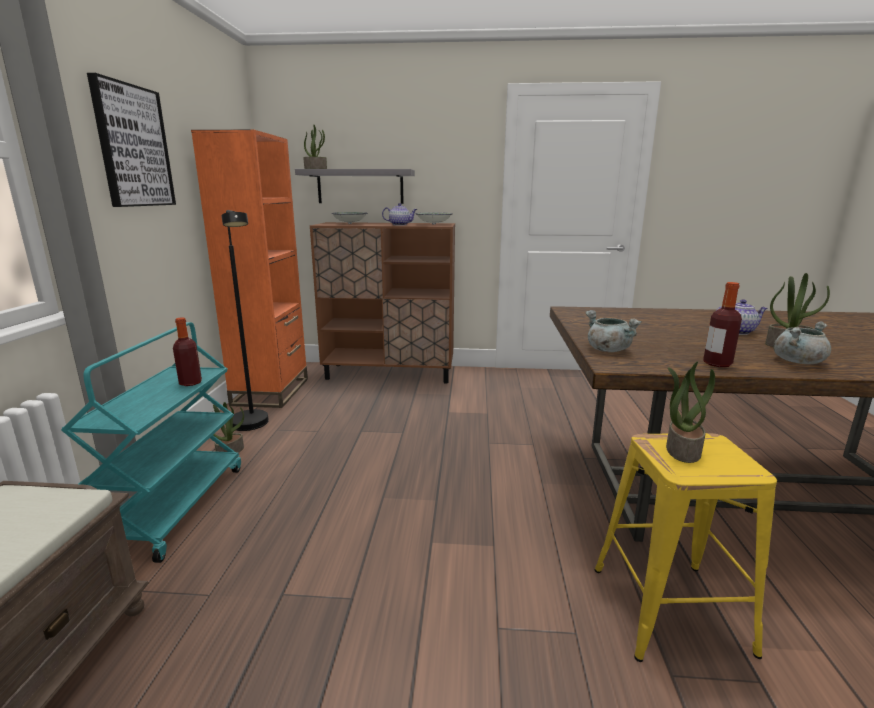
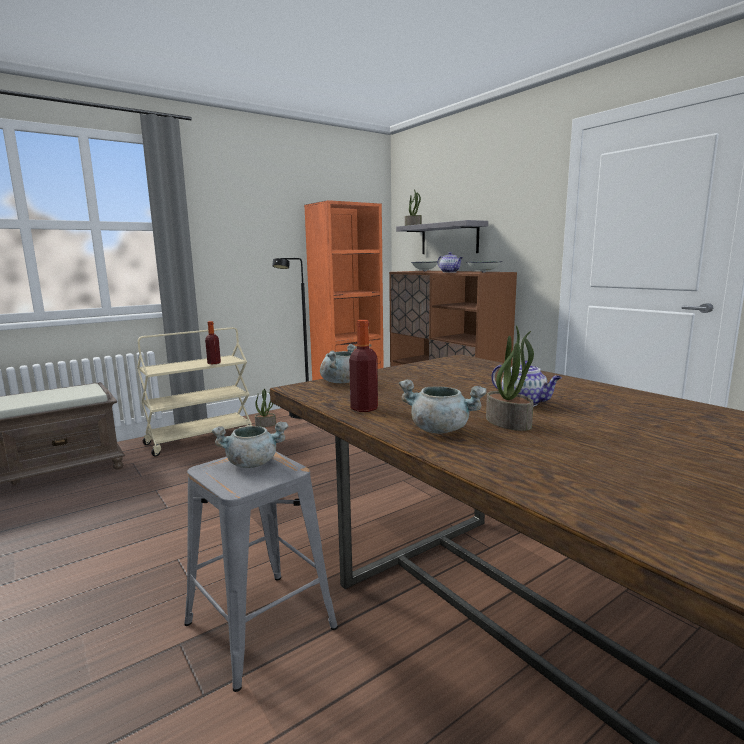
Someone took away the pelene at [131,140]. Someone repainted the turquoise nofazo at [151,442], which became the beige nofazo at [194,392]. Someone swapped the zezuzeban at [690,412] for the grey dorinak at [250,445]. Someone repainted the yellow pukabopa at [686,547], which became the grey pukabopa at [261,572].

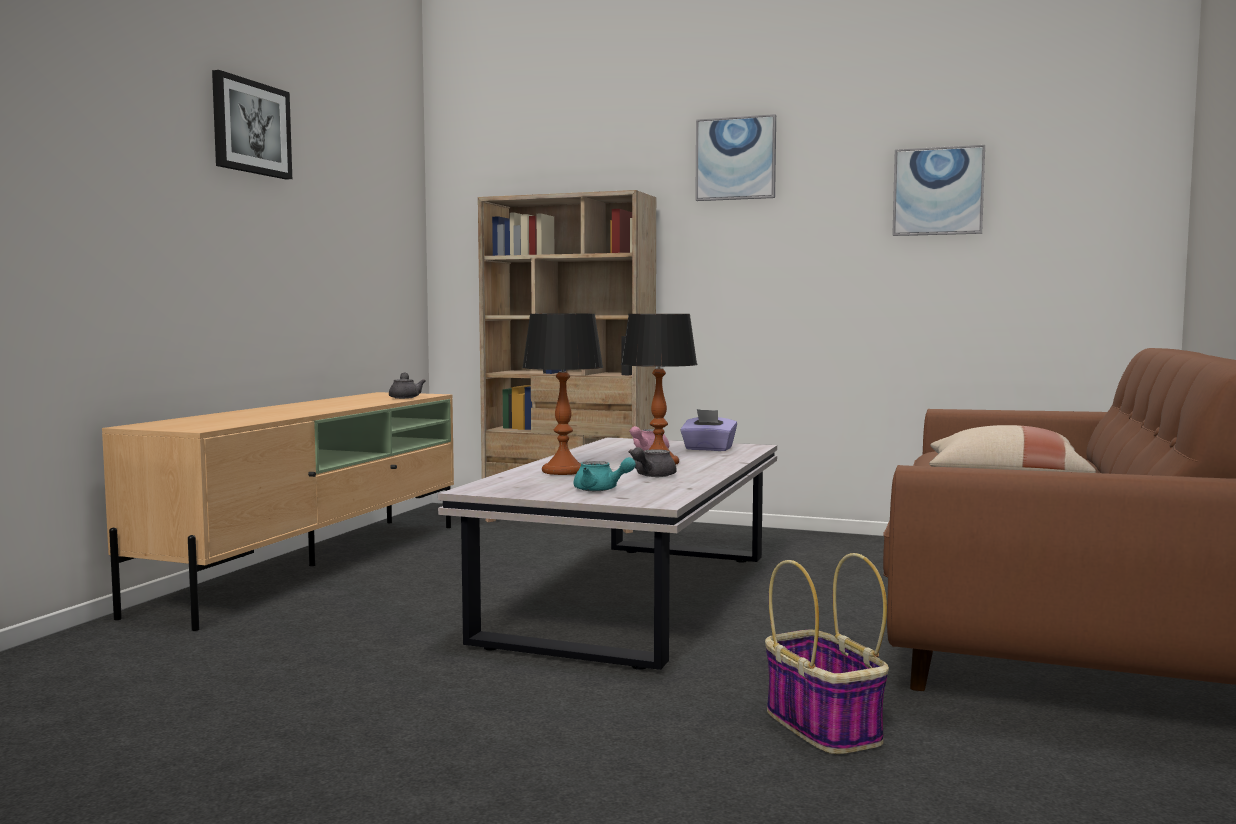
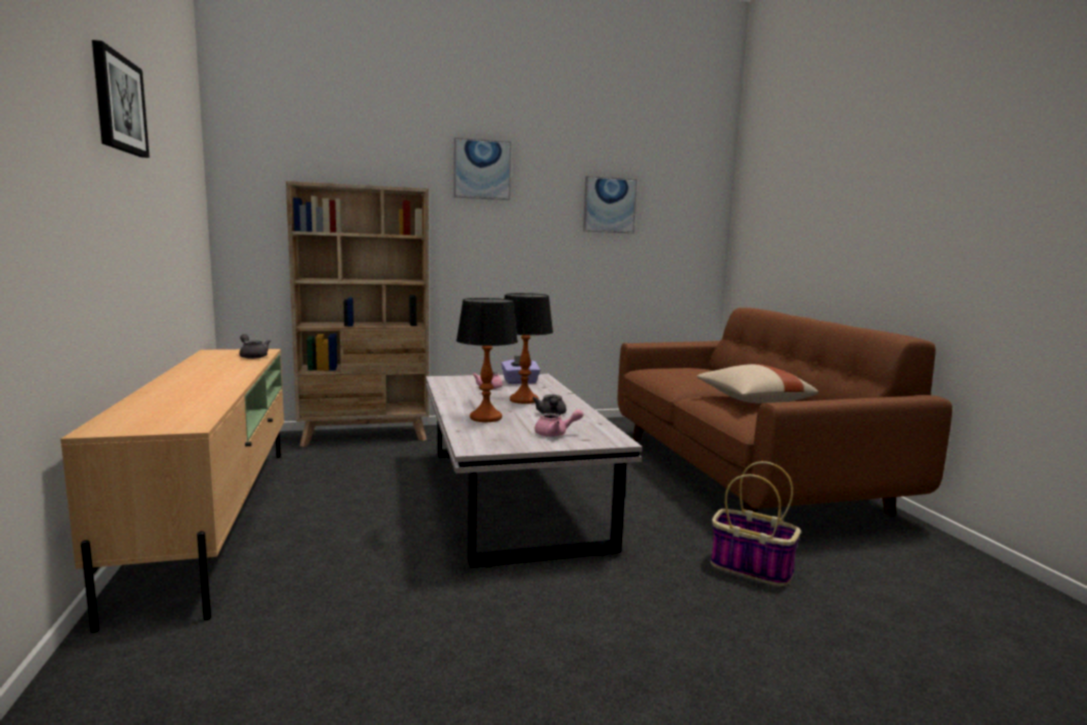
Someone repainted the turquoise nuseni at [604,474], which became the pink nuseni at [559,423].

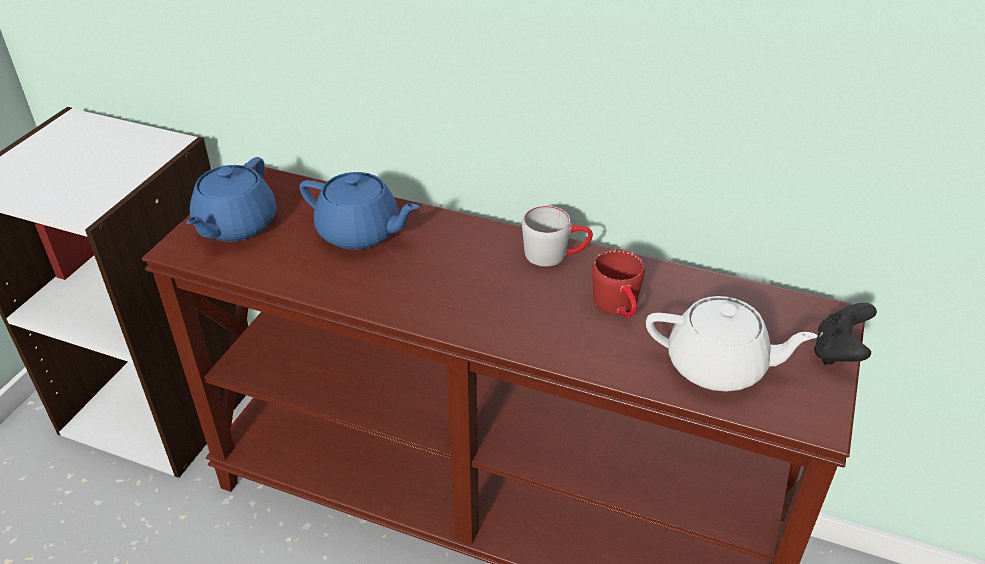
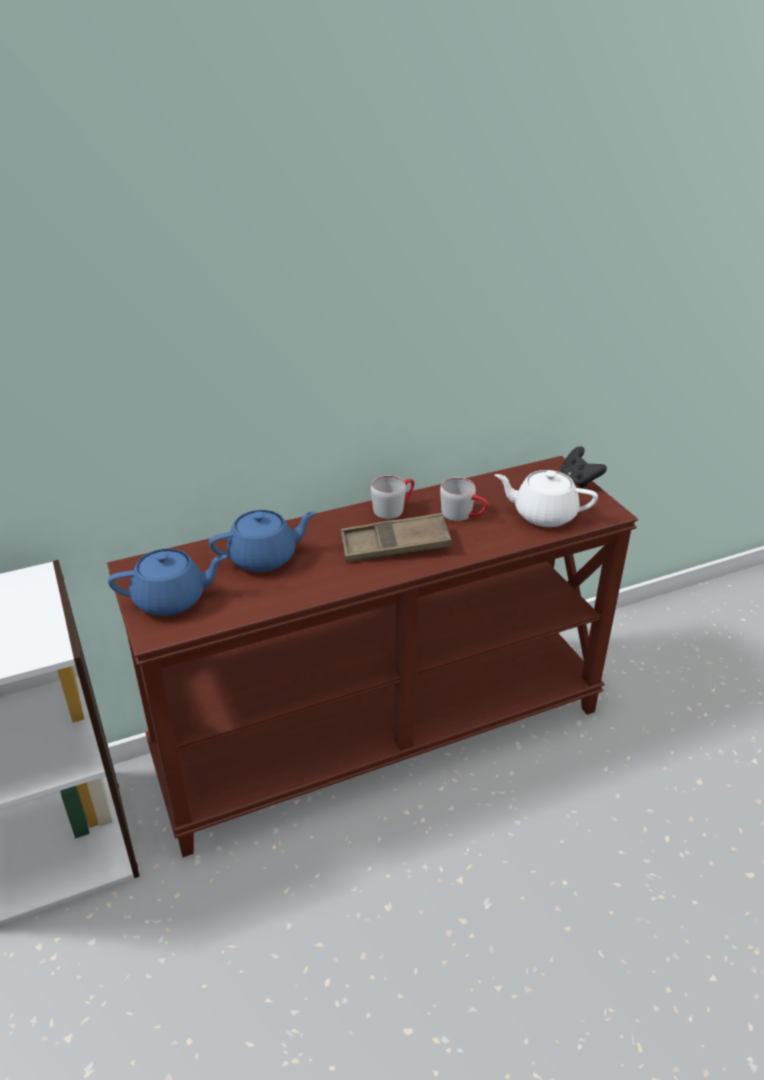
Someone rotated the blue nuseni at [231,199] by 75 degrees counterclockwise. Someone repainted the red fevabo at [618,283], which became the grey fevabo at [464,499]. Someone rotated the white nuseni at [732,344] by 135 degrees counterclockwise. Someone put down the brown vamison at [396,537].

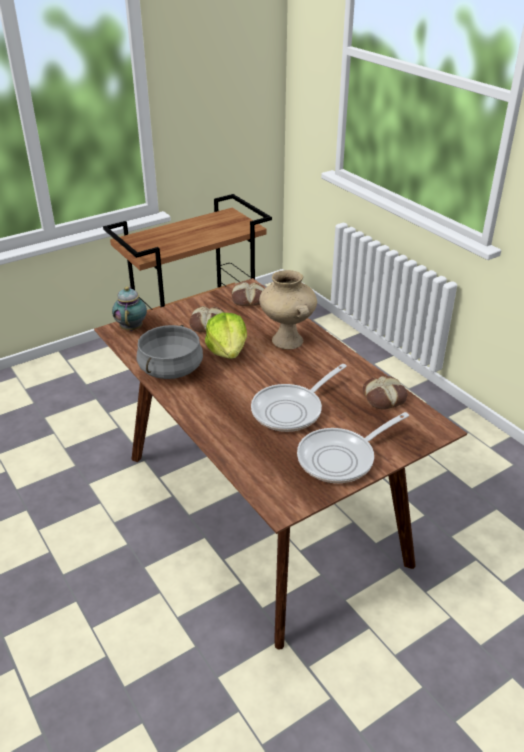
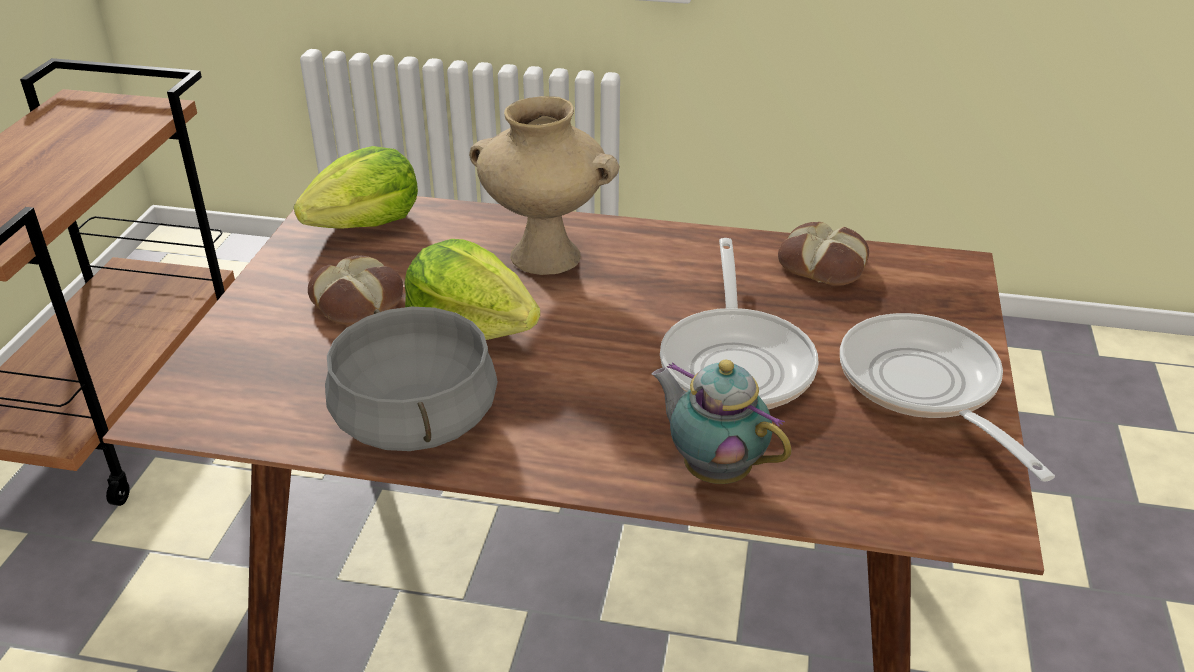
Someone swapped the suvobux at [248,294] for the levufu at [356,187]. Someone carried the nuseni from [129,308] to [721,422]. Someone rotated the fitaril at [353,447] by 150 degrees clockwise.

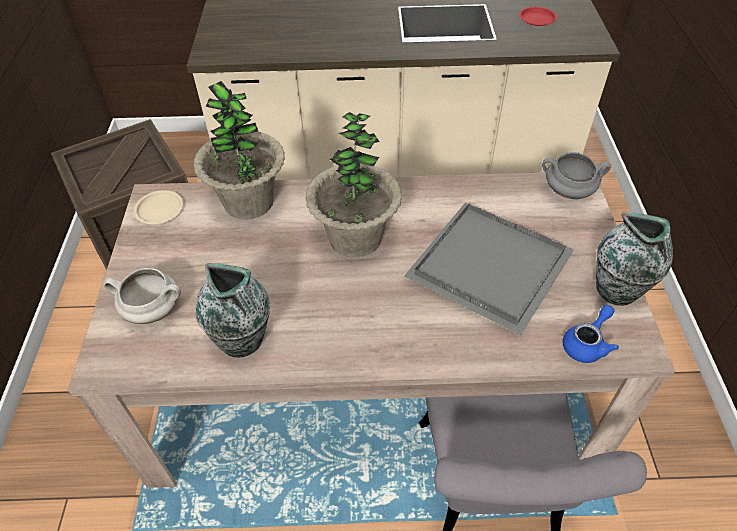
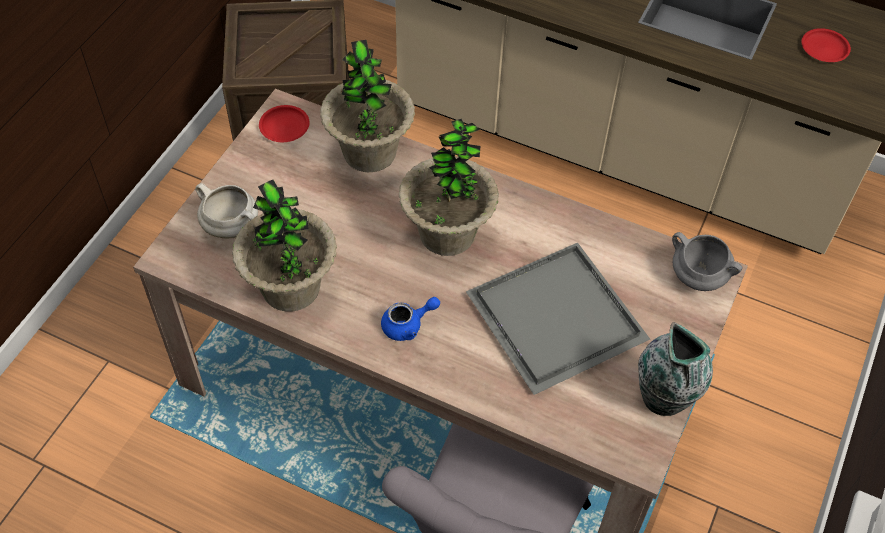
Someone repainted the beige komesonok at [158,207], which became the red komesonok at [284,123]. Someone swapped the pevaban at [233,310] for the zezuzeban at [284,246]. Someone carried the blue nuseni from [590,334] to [410,319].

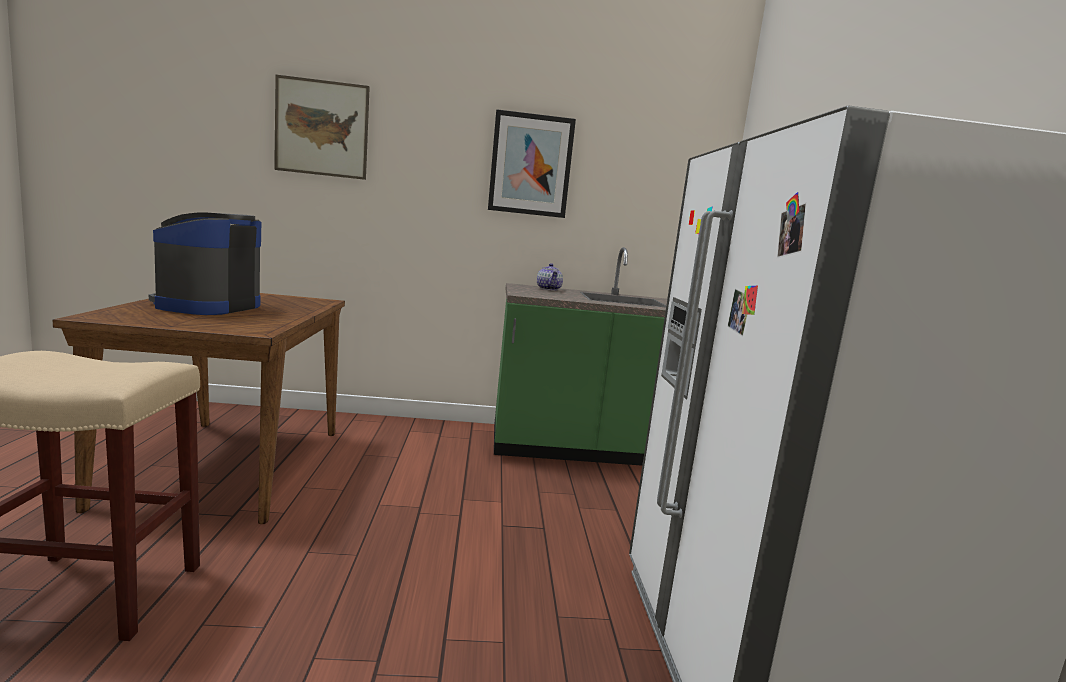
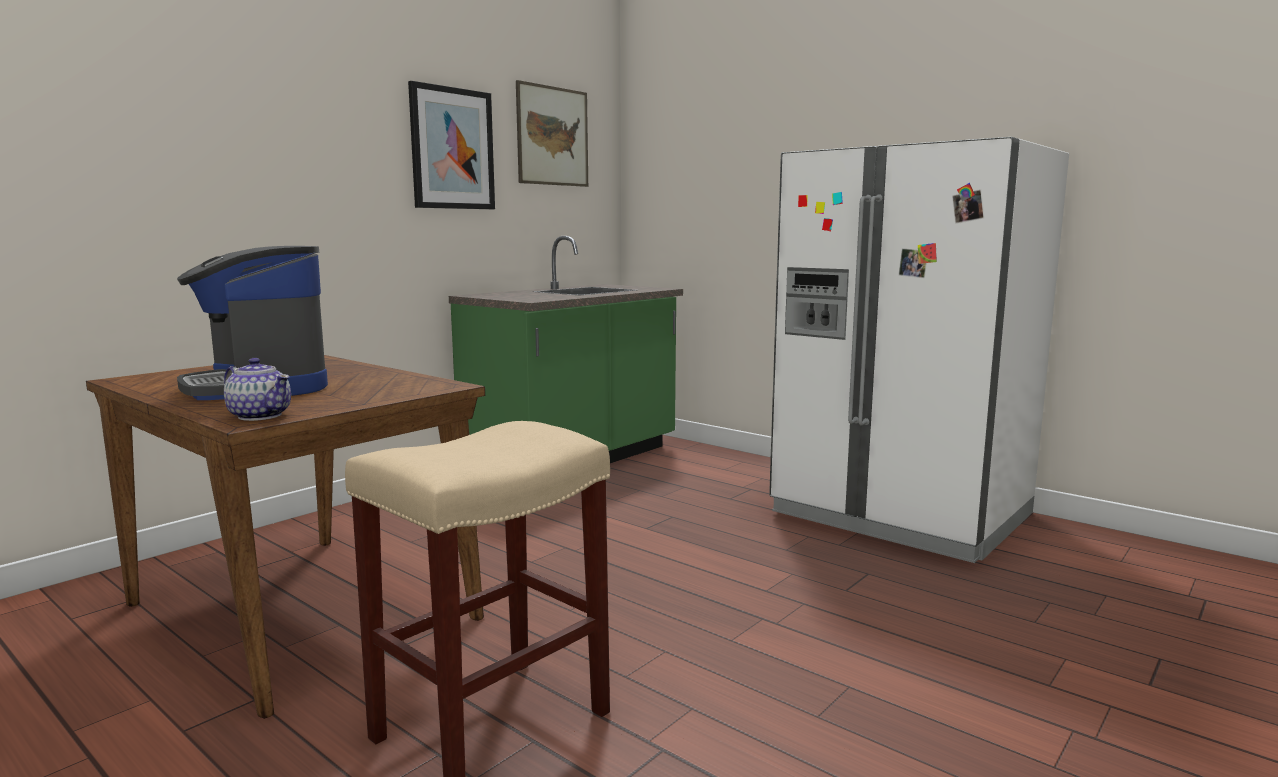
Someone carried the pelene from [322,127] to [552,133]. Someone carried the nuseni from [550,277] to [257,389].

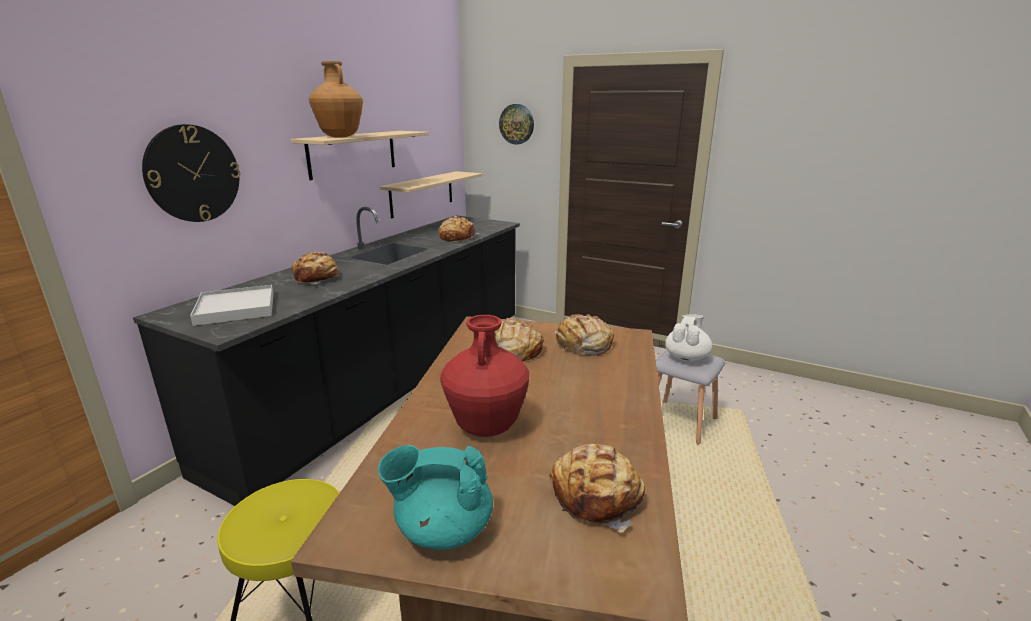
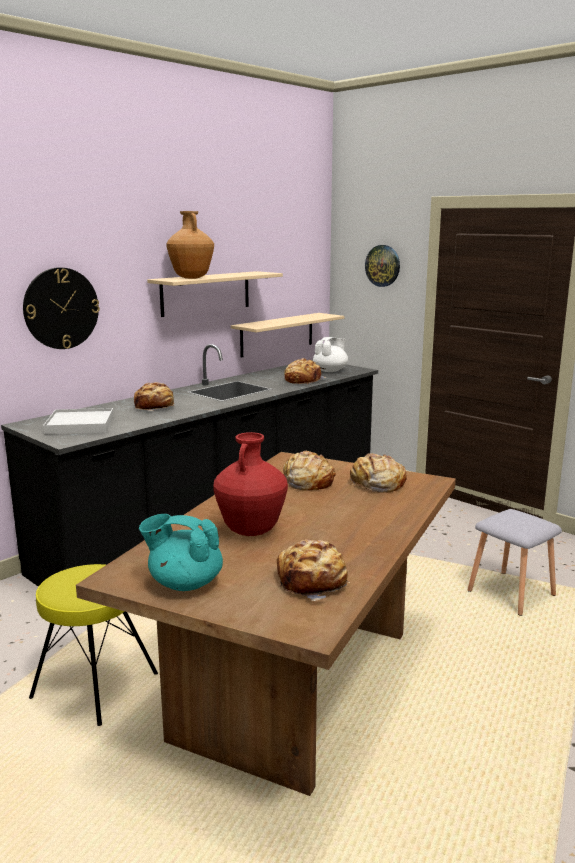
Someone carried the white nuseni from [688,337] to [330,354].

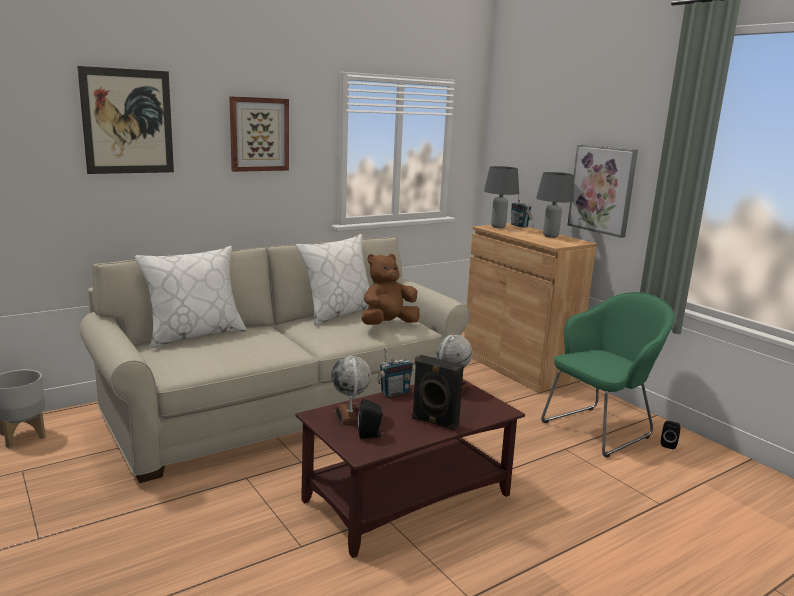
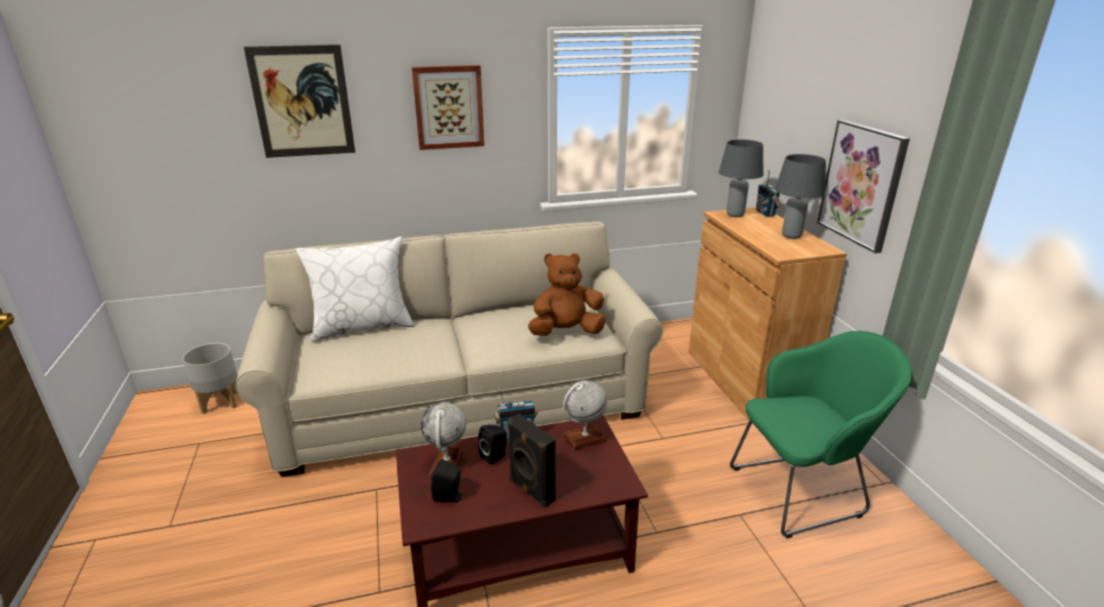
Someone took away the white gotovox at [333,280]. Someone carried the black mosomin from [670,435] to [492,445].

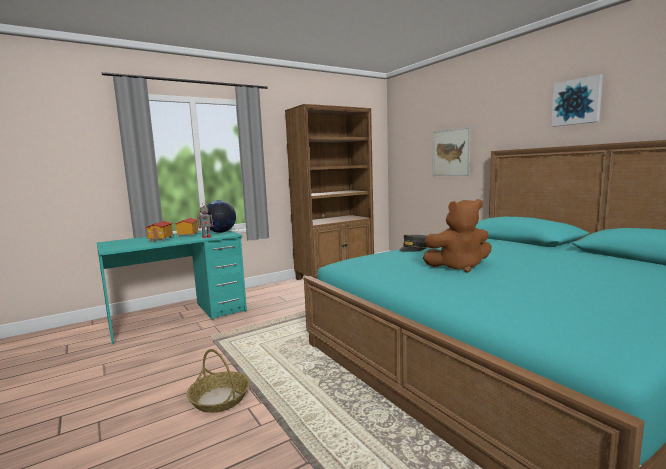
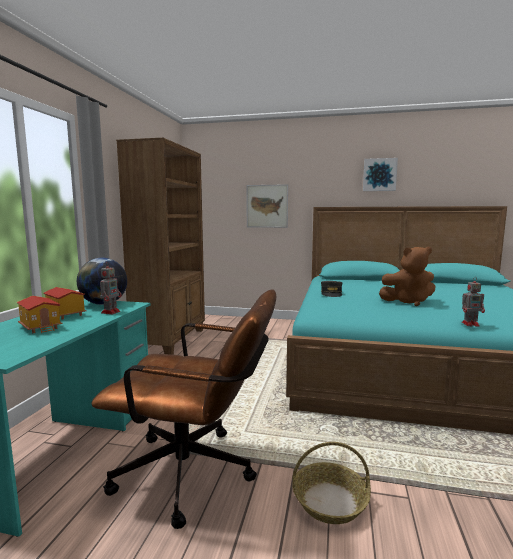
Someone rotated the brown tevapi at [457,236] by 45 degrees clockwise. Someone put down the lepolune at [473,301]. Someone put down the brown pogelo at [183,409].

